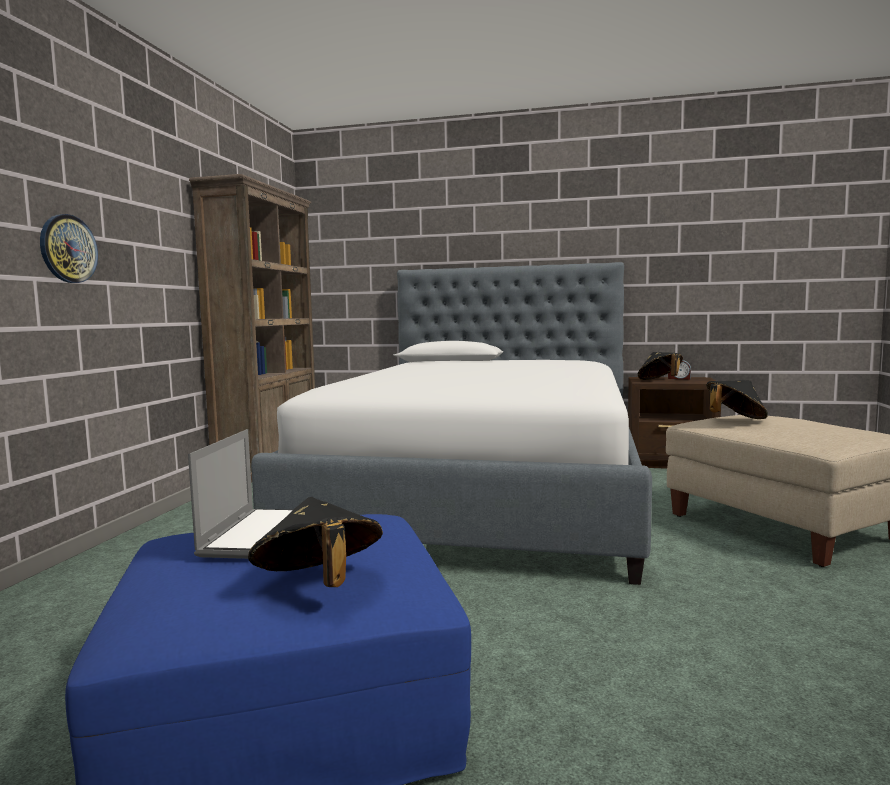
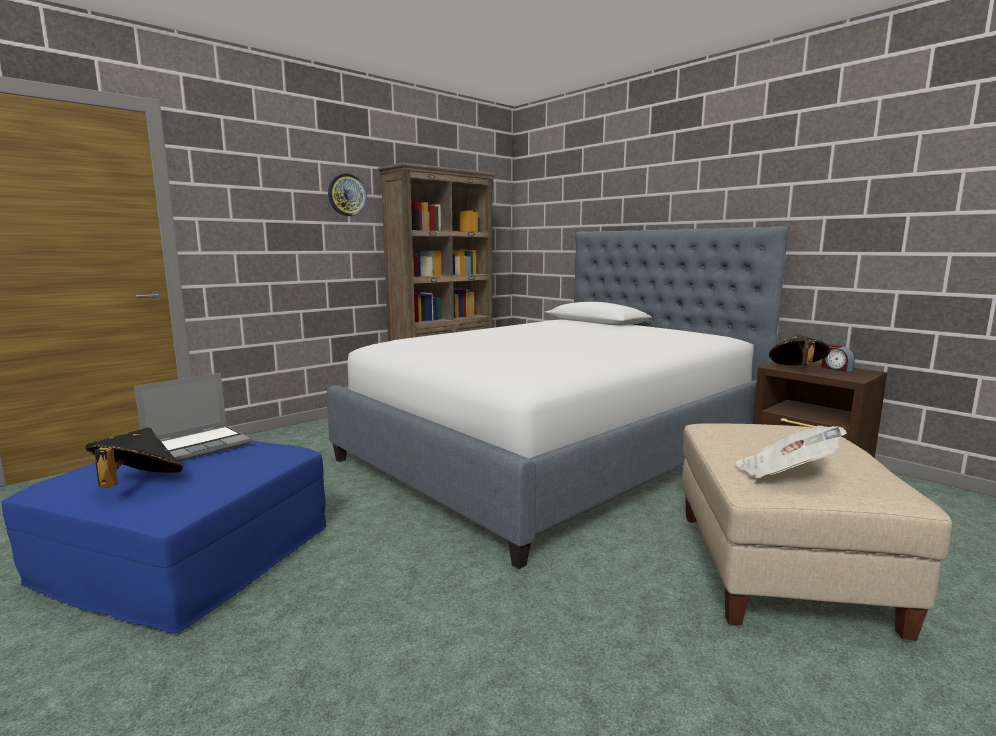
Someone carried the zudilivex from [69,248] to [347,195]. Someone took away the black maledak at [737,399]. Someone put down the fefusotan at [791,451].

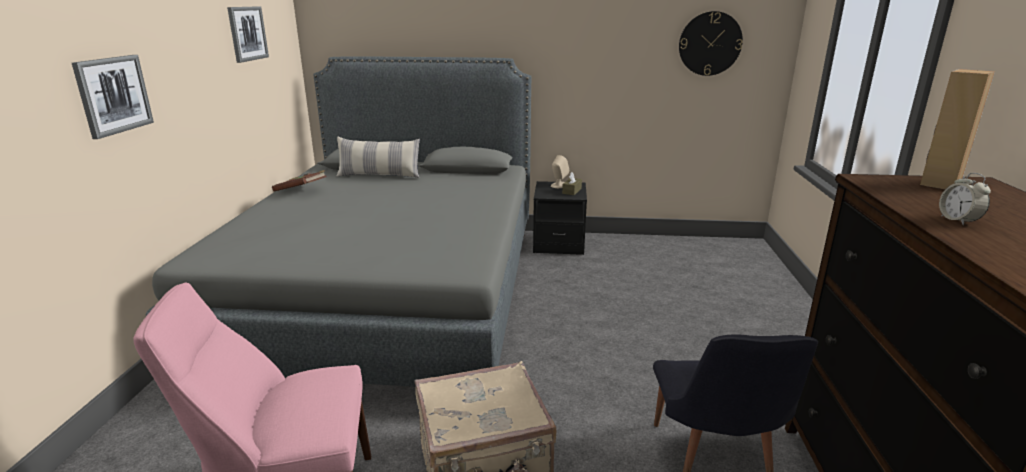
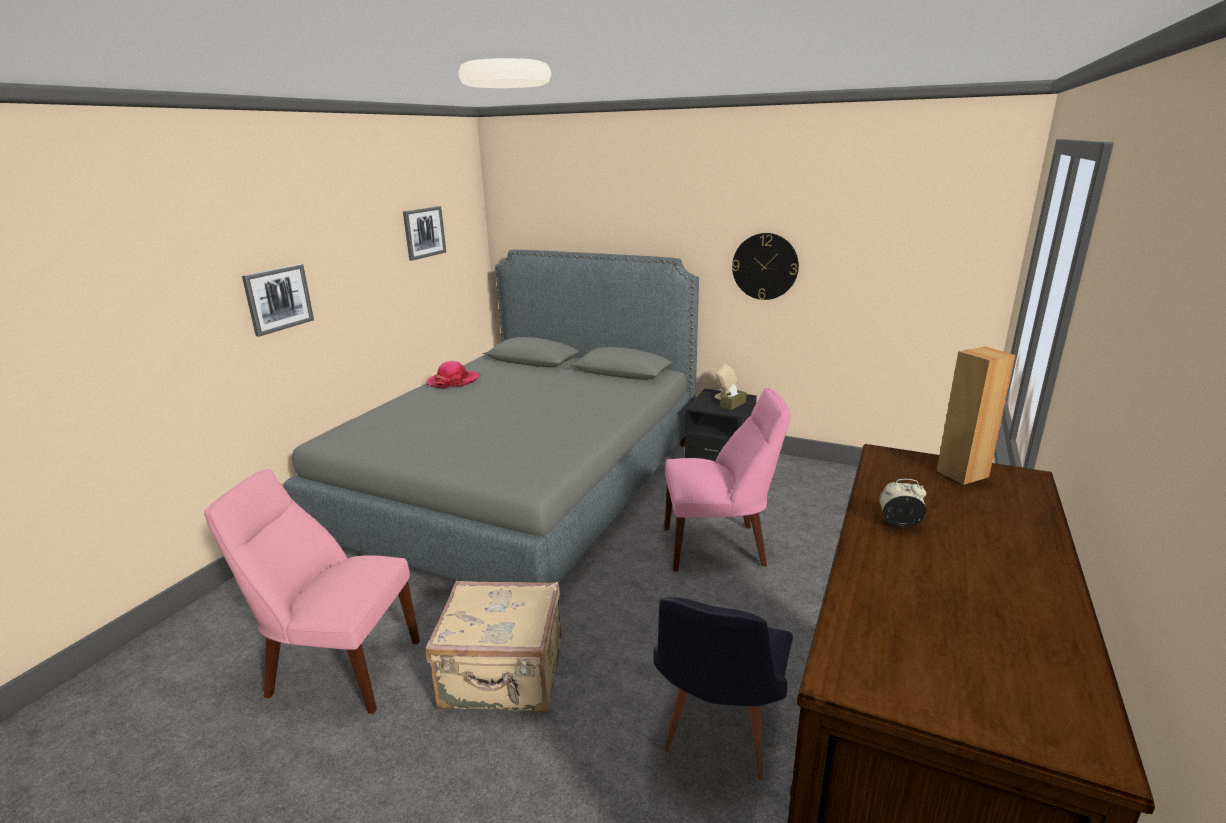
Someone carried the zudilivex from [711,43] to [765,266]. Someone took away the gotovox at [378,157]. Someone swapped the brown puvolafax at [299,181] for the maledak at [453,374]. Someone rotated the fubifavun at [965,199] by 90 degrees clockwise. Someone put down the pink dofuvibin at [728,480].

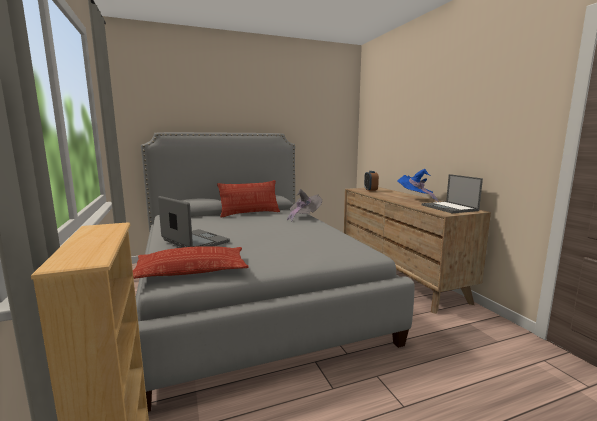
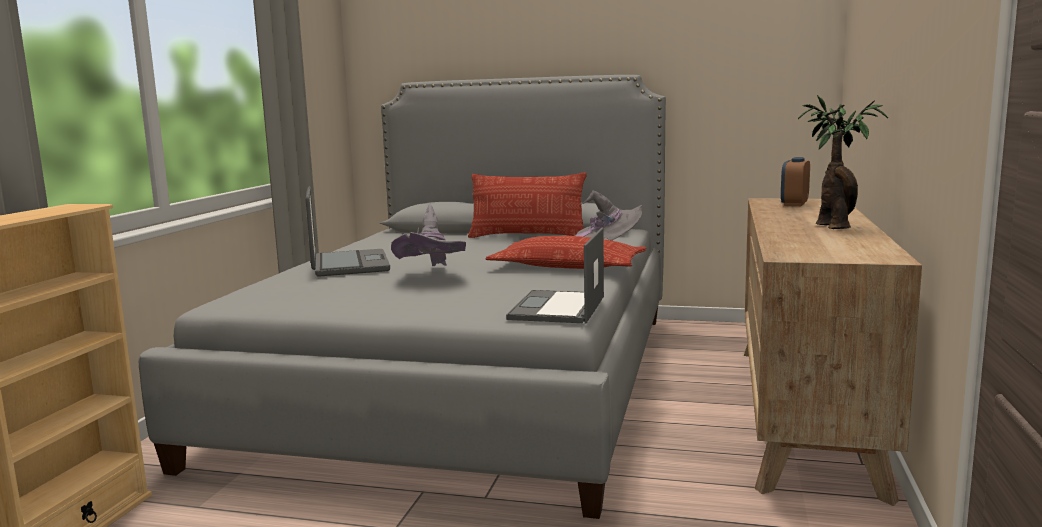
Someone swapped the blue maledak at [418,185] for the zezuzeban at [843,162]. Someone carried the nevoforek from [452,193] to [555,275]. Someone carried the gotovox from [191,262] to [565,252]. Someone put down the grey maledak at [428,235].

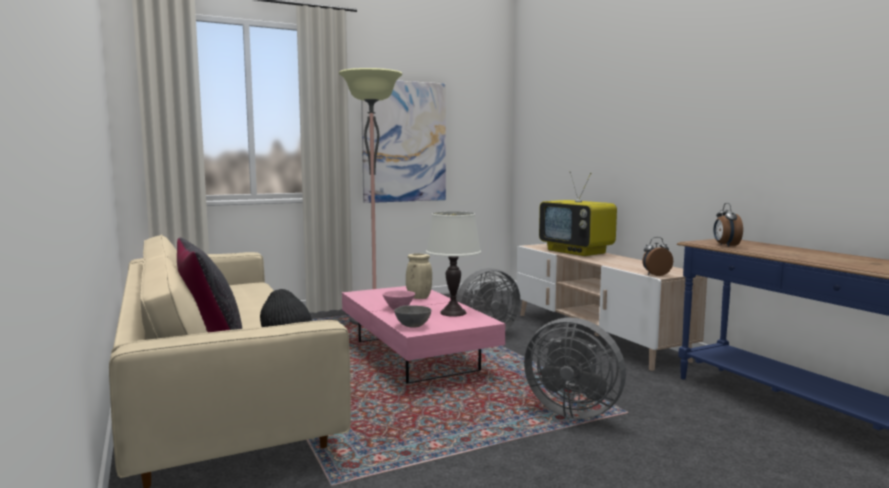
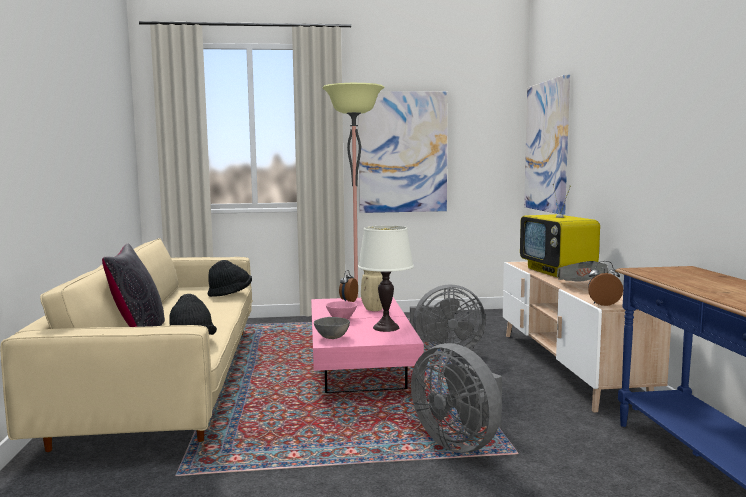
Someone carried the fubifavun from [728,225] to [348,286]. Someone put up the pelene at [547,144]. Someone put down the black maledak at [230,278]. Someone put down the fefusotan at [583,271].

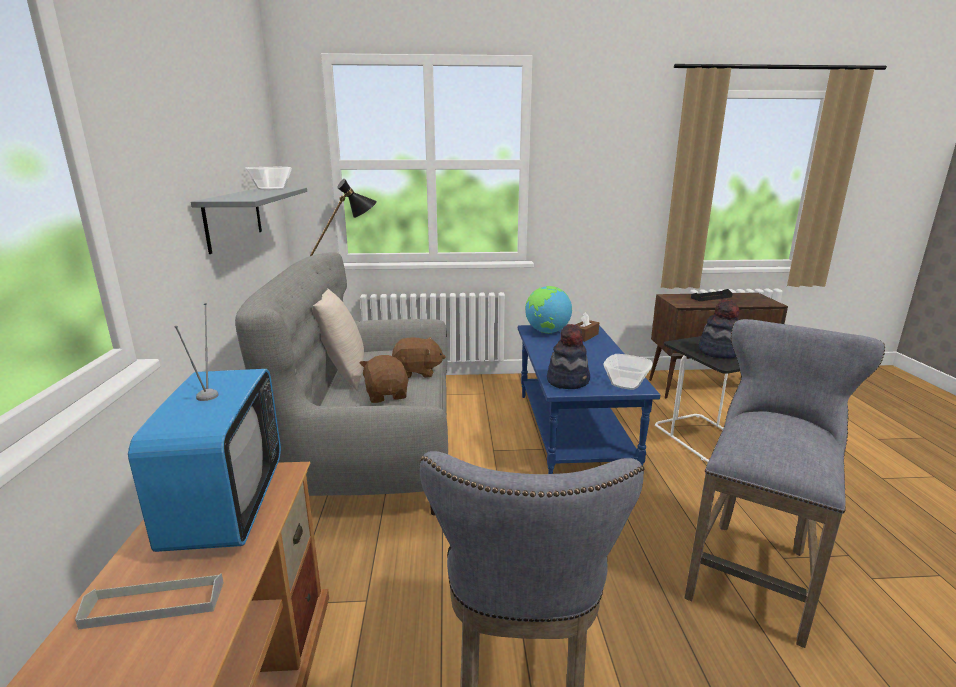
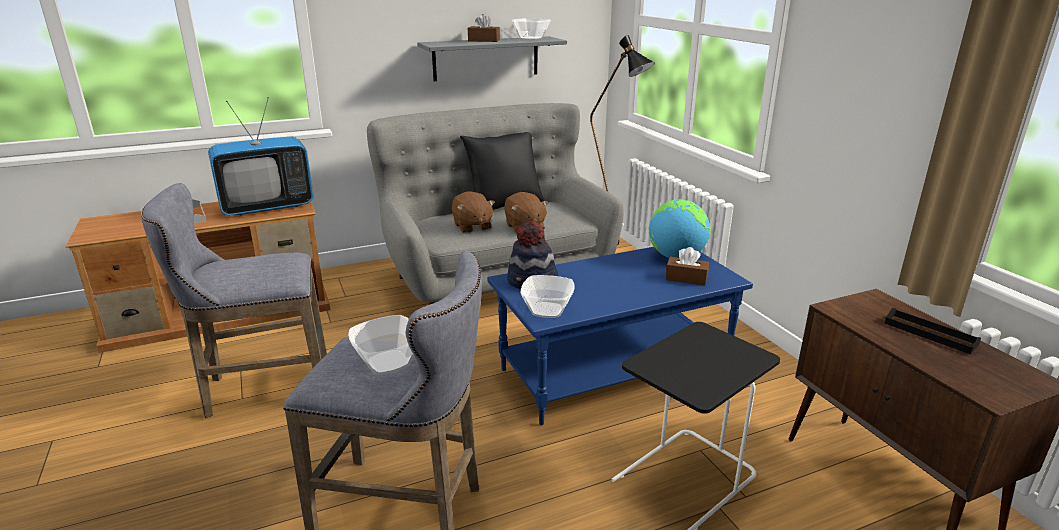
Someone repainted the beige gotovox at [338,339], which became the black gotovox at [502,171]. Someone took away the maledak at [719,329]. Someone rotated the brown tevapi at [384,379] by 105 degrees clockwise. Someone put down the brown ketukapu at [484,28]. Someone put down the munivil at [381,345].

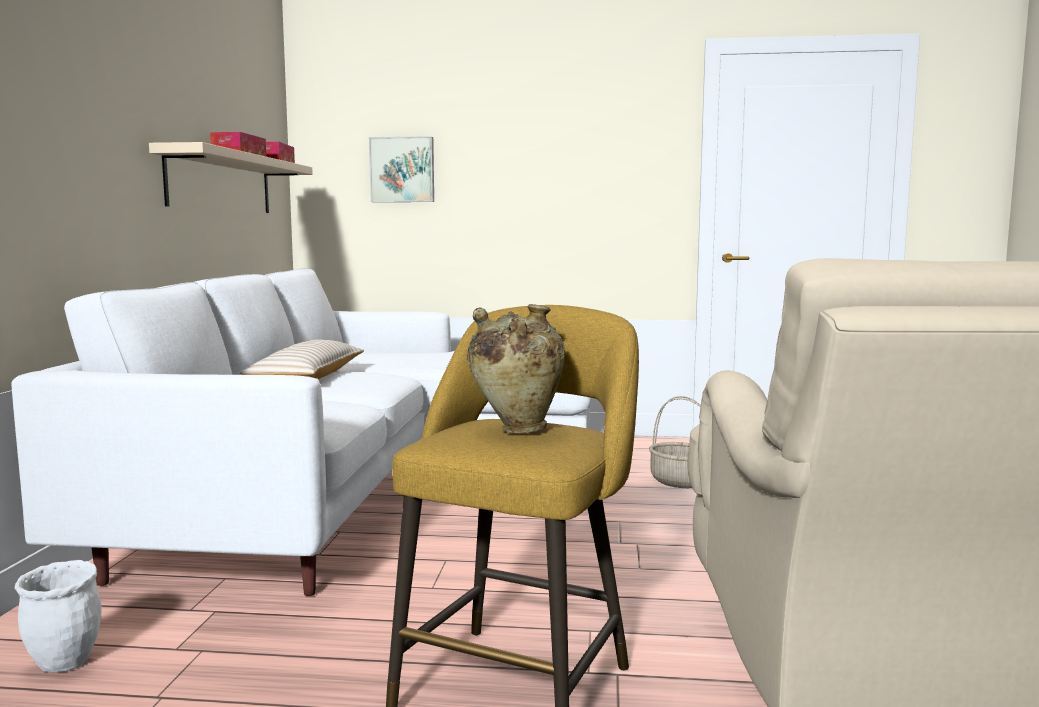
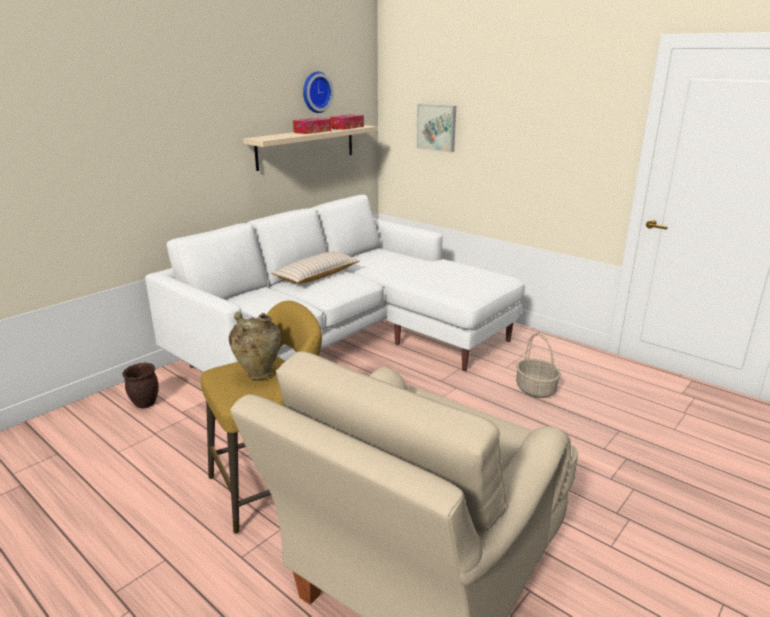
Someone repainted the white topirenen at [58,616], which became the brown topirenen at [140,385]. Someone put up the zudilivex at [318,92].

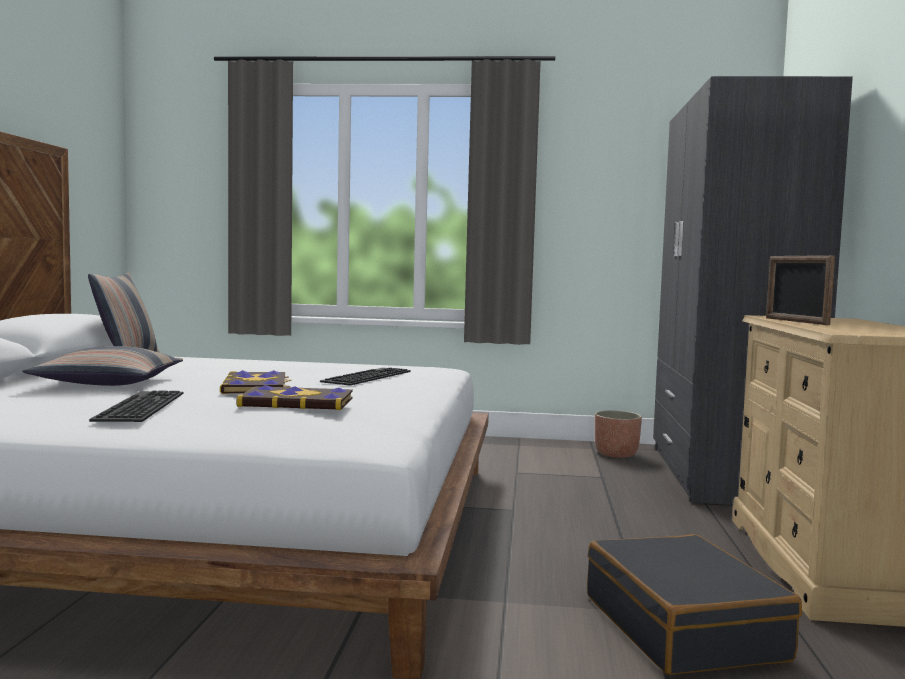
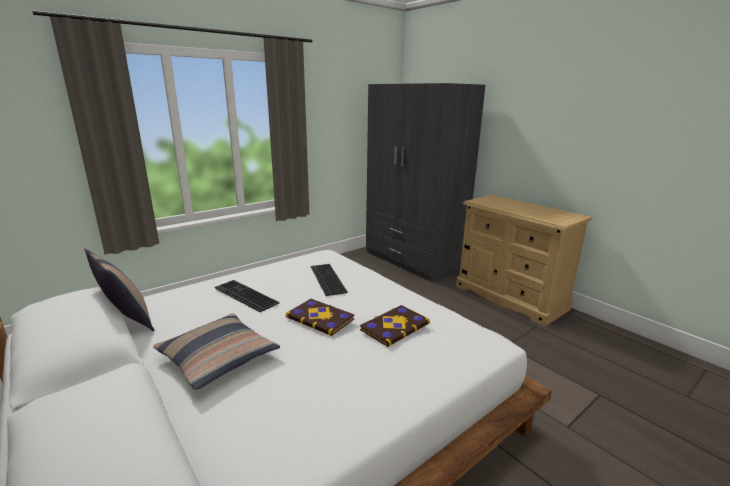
Someone took away the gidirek at [800,290]. Someone carried the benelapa from [136,406] to [247,296]. Someone took away the topirenen at [618,434]. Someone took away the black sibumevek at [694,604].

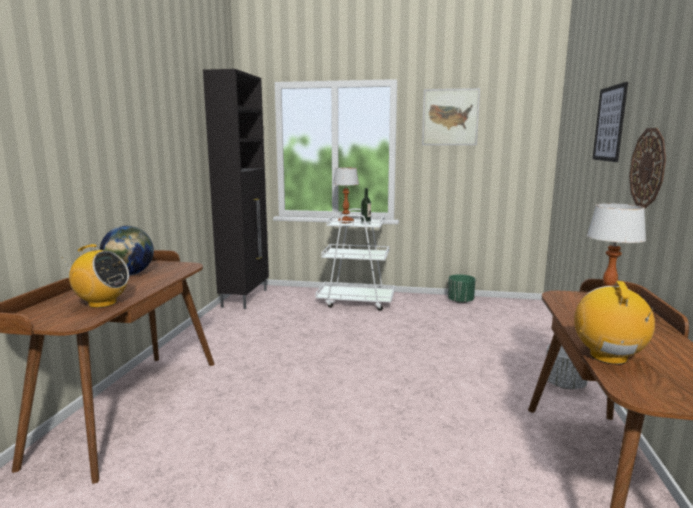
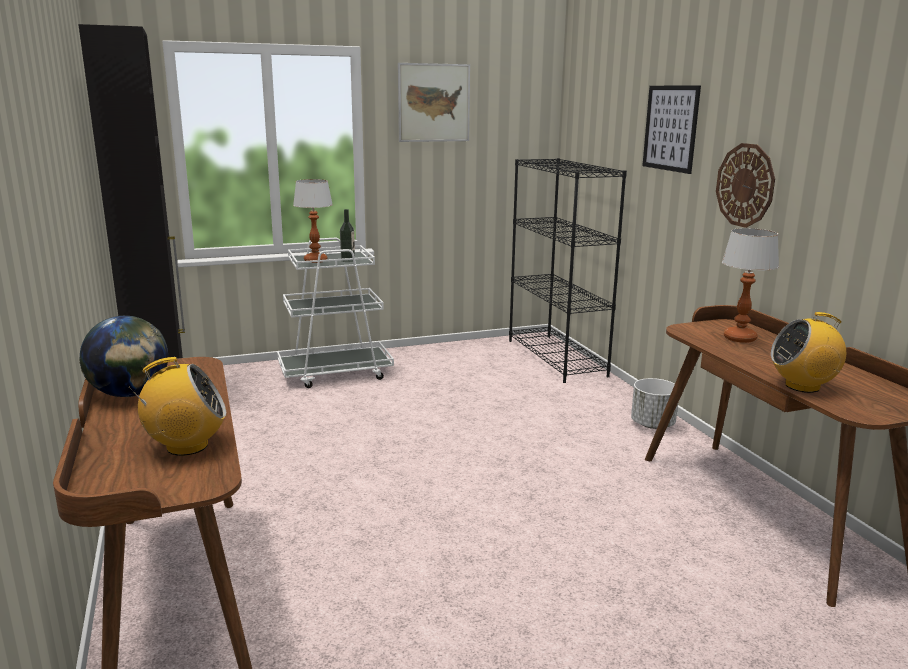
Someone took away the green topirenen at [461,288]. Someone rotated the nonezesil at [614,323] by 75 degrees counterclockwise. Someone put down the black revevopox at [568,270].

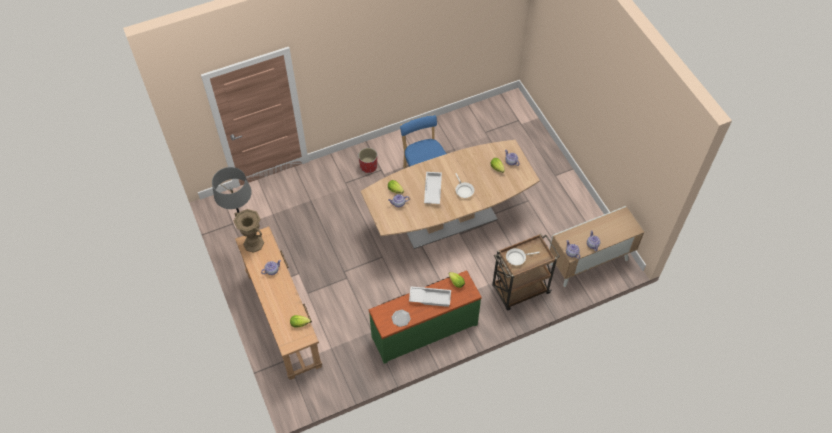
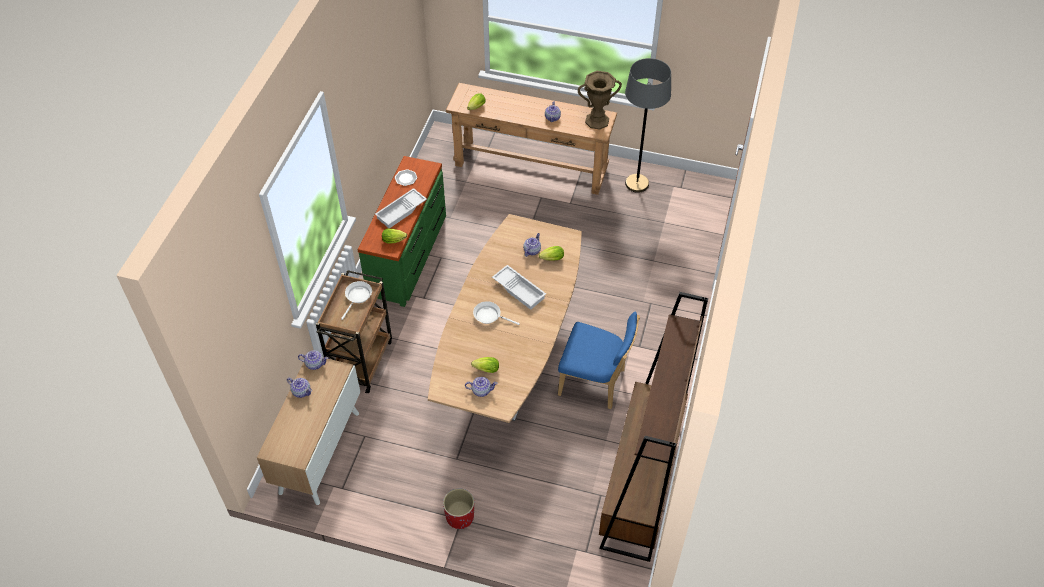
Someone carried the red topirenen from [367,160] to [458,509]. Someone put down the brown revevopox at [653,427].

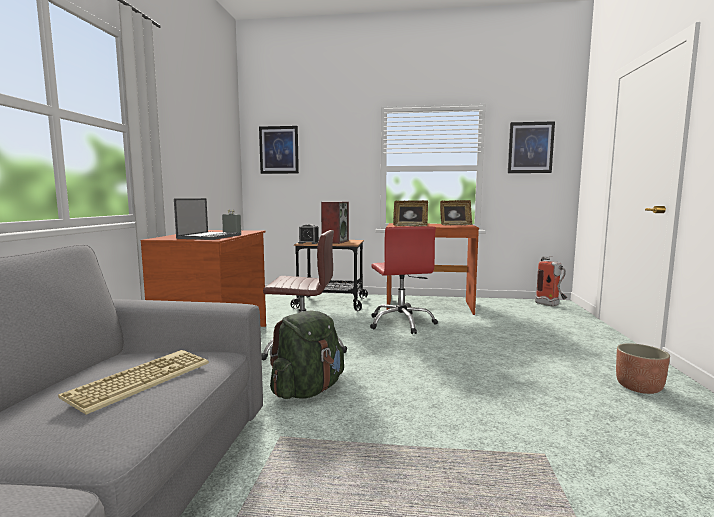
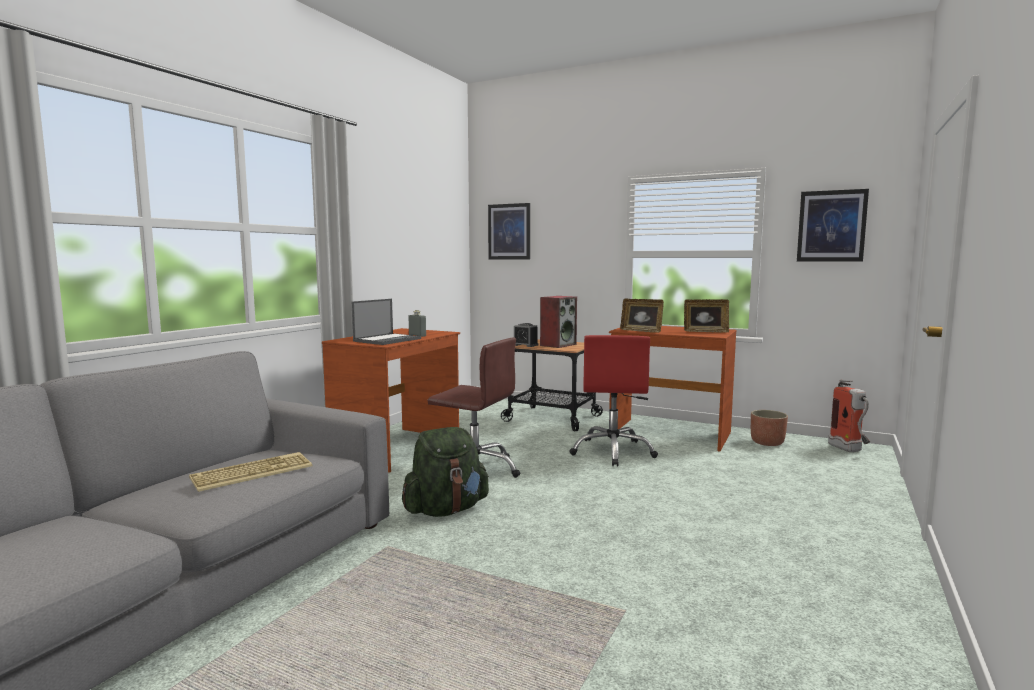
Someone carried the topirenen from [643,368] to [769,428].

